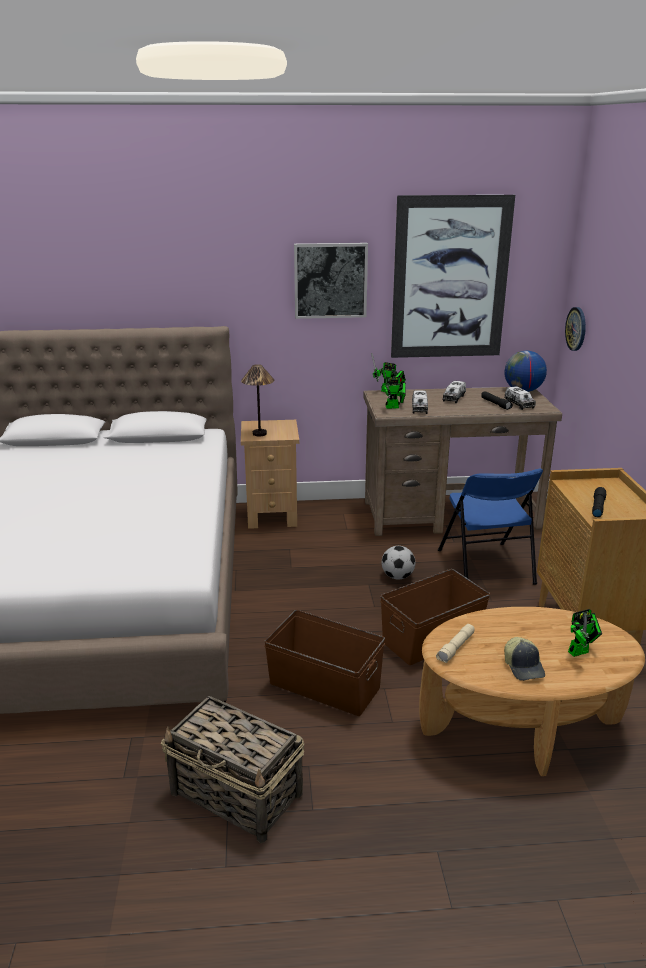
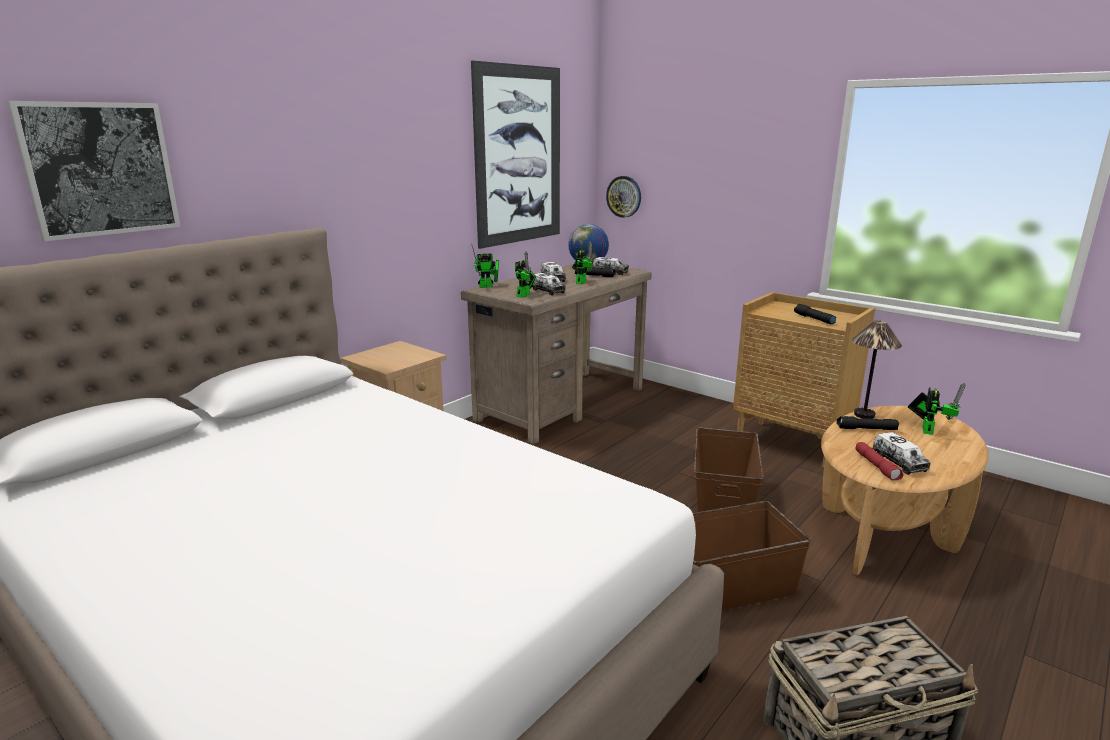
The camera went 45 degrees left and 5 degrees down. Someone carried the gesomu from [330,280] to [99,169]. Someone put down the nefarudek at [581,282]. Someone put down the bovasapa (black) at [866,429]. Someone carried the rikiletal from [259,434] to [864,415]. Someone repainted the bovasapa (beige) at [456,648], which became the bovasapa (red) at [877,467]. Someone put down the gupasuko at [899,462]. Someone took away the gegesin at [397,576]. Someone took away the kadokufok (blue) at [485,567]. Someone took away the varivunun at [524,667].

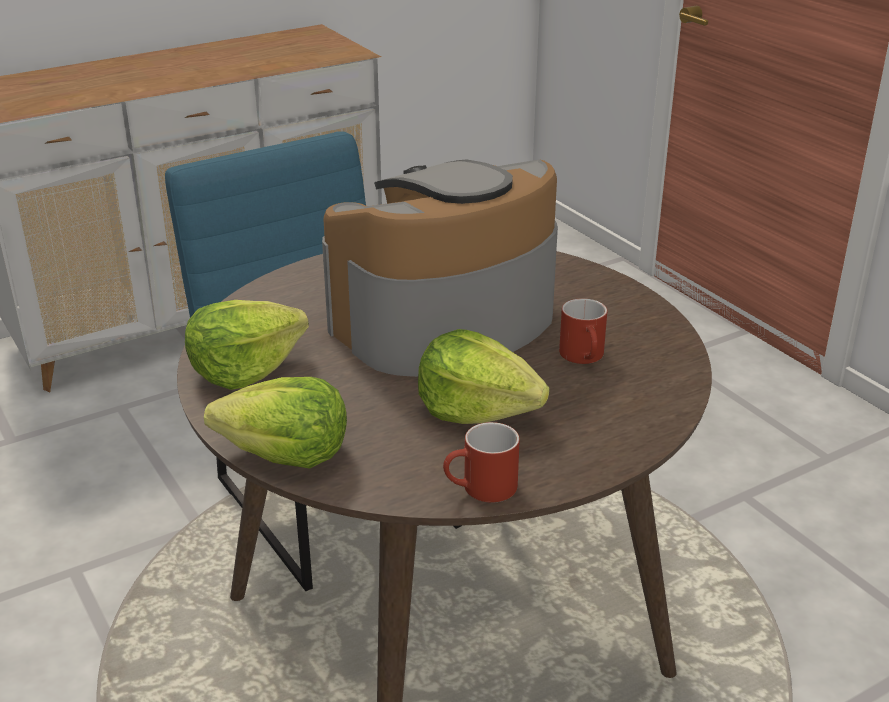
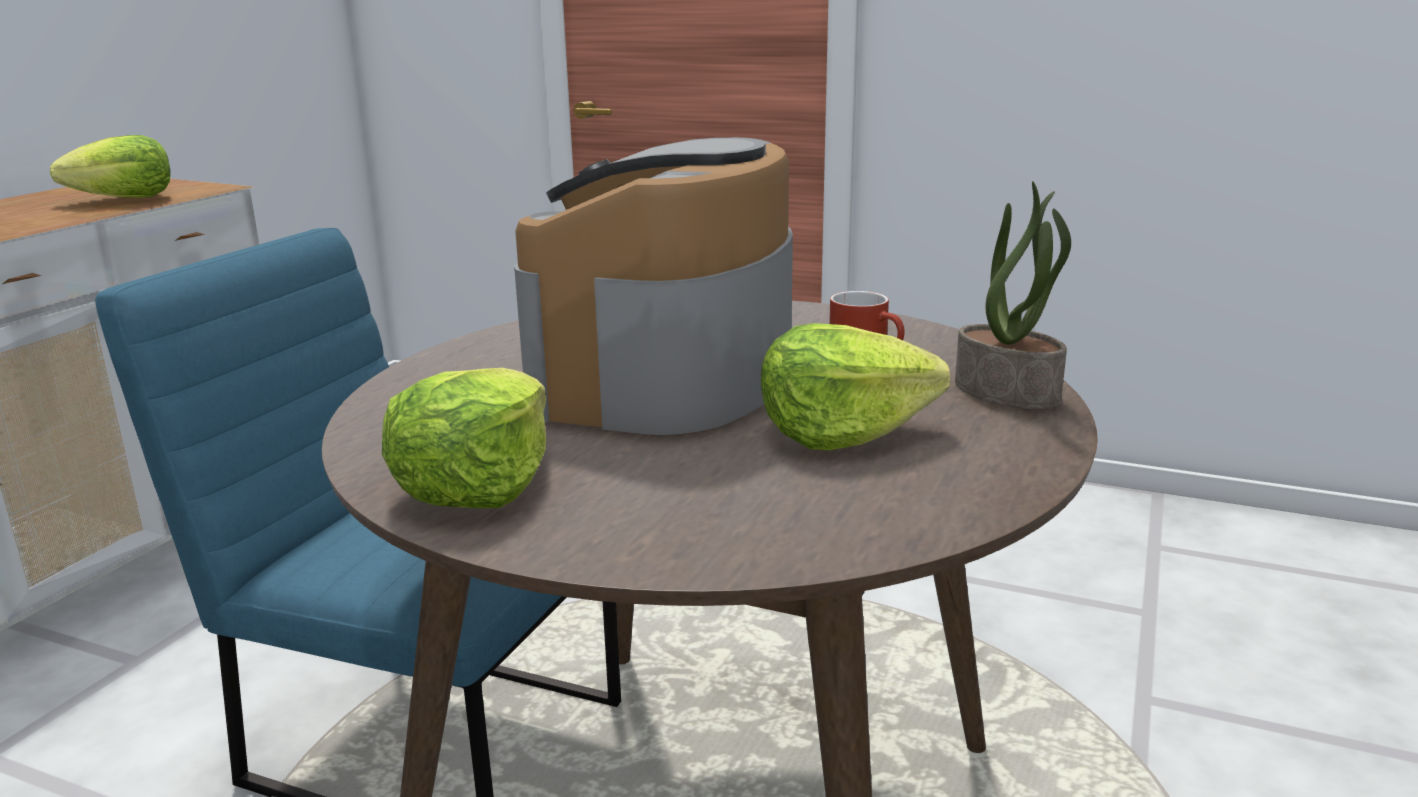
The camera went 35 degrees left and 10 degrees down. Someone carried the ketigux from [286,455] to [125,199]. Someone put down the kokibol at [1009,392]. Someone took away the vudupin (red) at [481,490].

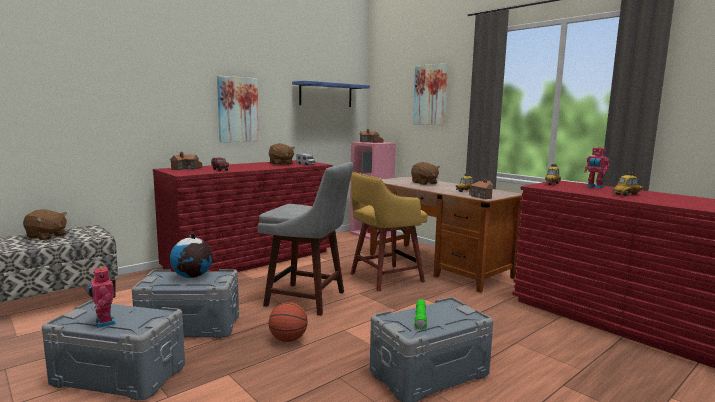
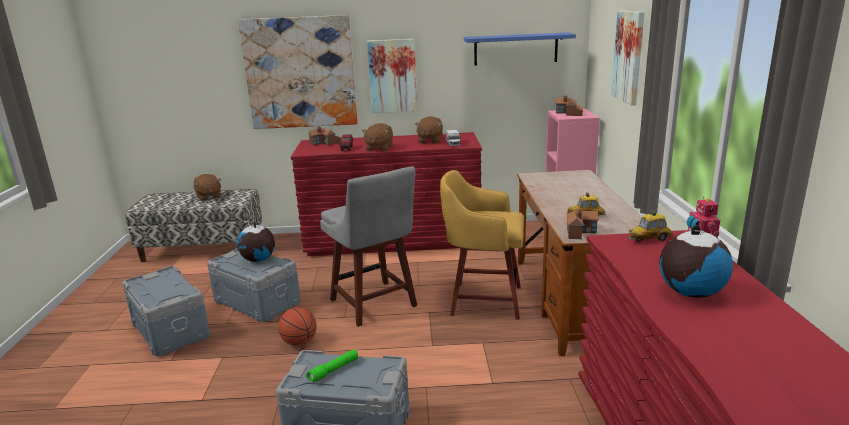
The camera went 40 degrees right and 10 degrees up. Someone put up the gesomu at [300,73]. Someone carried the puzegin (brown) from [424,183] to [379,148]. Someone swapped the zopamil at [627,195] for the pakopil at [690,293]. Someone took away the nefarudek at [103,323].

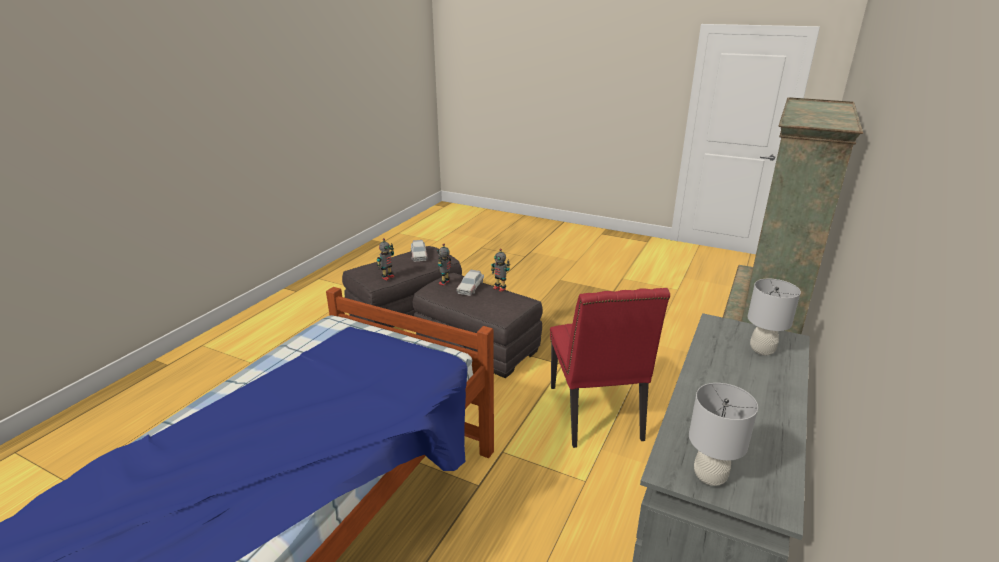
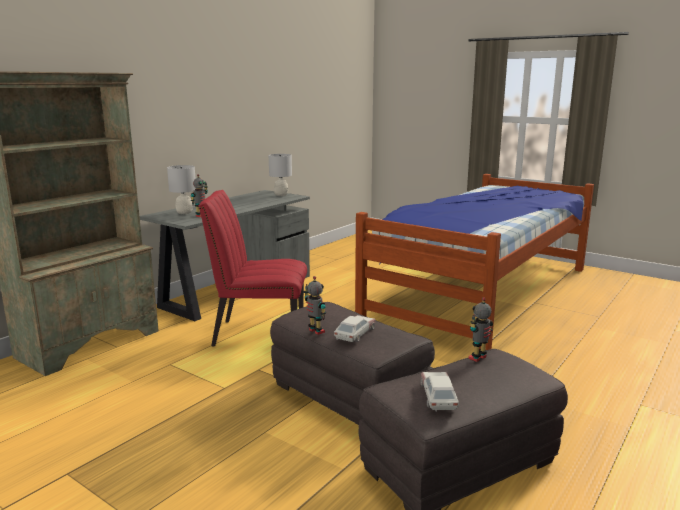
The camera went 170 degrees left and 10 degrees down. Someone carried the nefarudek from [445,283] to [201,215]. Someone rotated the kadokufok (red) at [594,412] by 90 degrees counterclockwise.

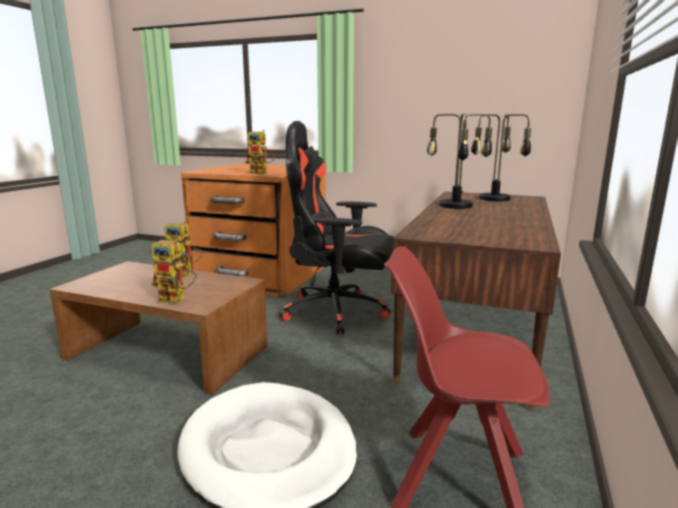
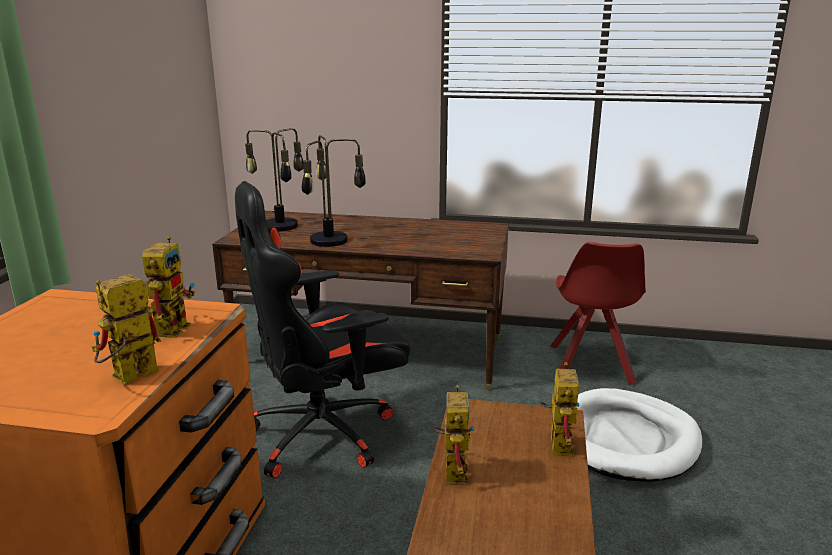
The camera went 100 degrees left and 5 degrees up. Someone put down the nefarudek at [128,379]. Someone rotated the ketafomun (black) at [342,313] by 60 degrees clockwise.

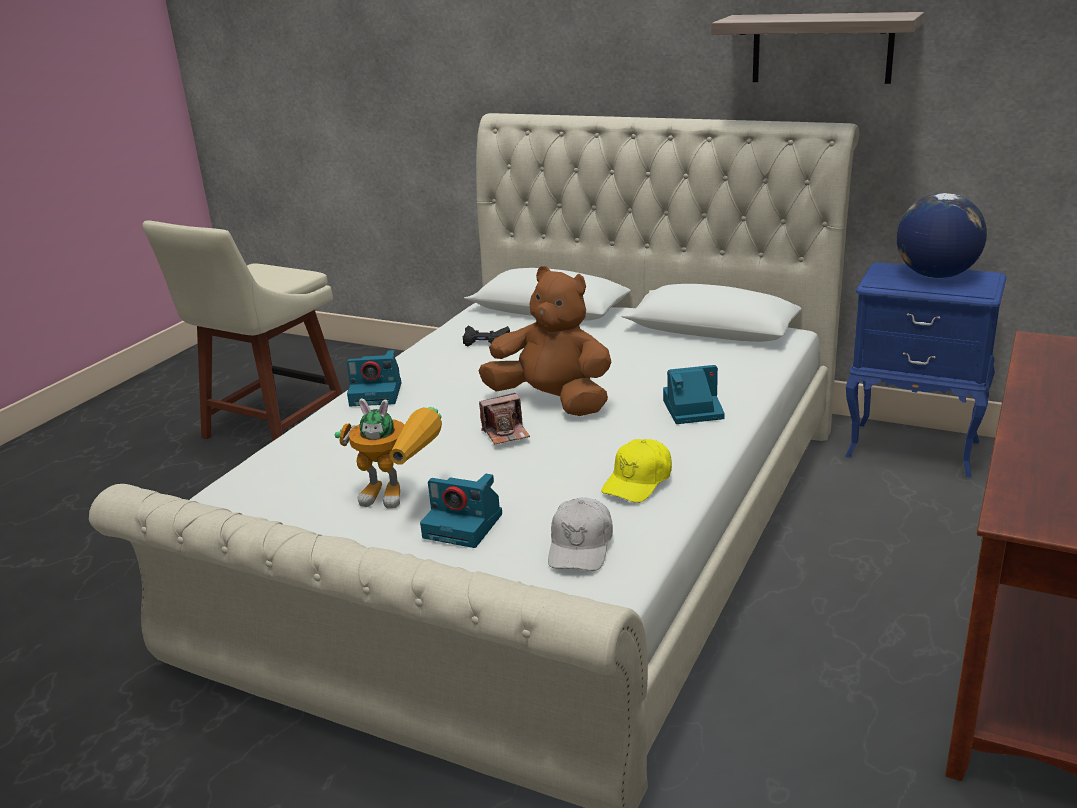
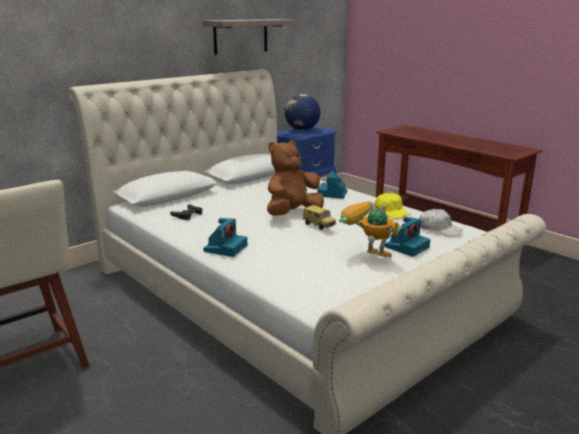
The camera went 70 degrees left and 5 degrees down. Someone swapped the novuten at [506,433] for the zopamil at [319,225]. Someone rotated the nefarudek at [402,496] by 90 degrees counterclockwise.

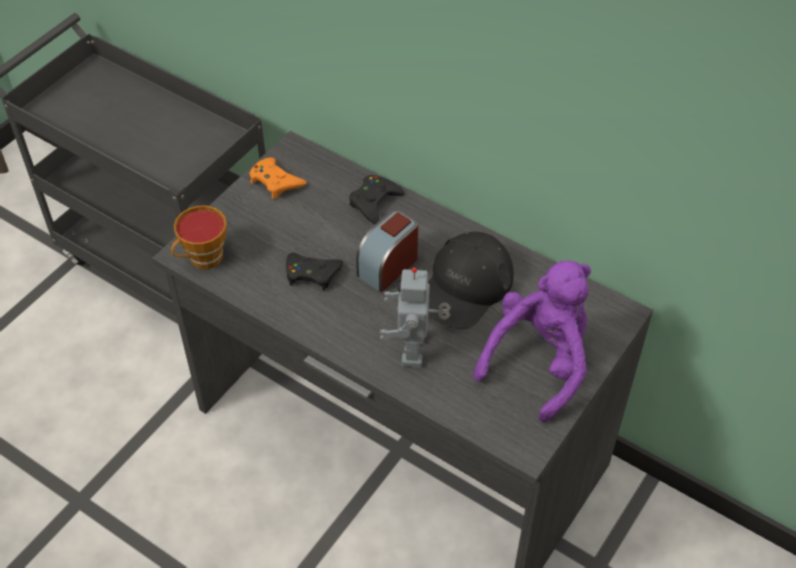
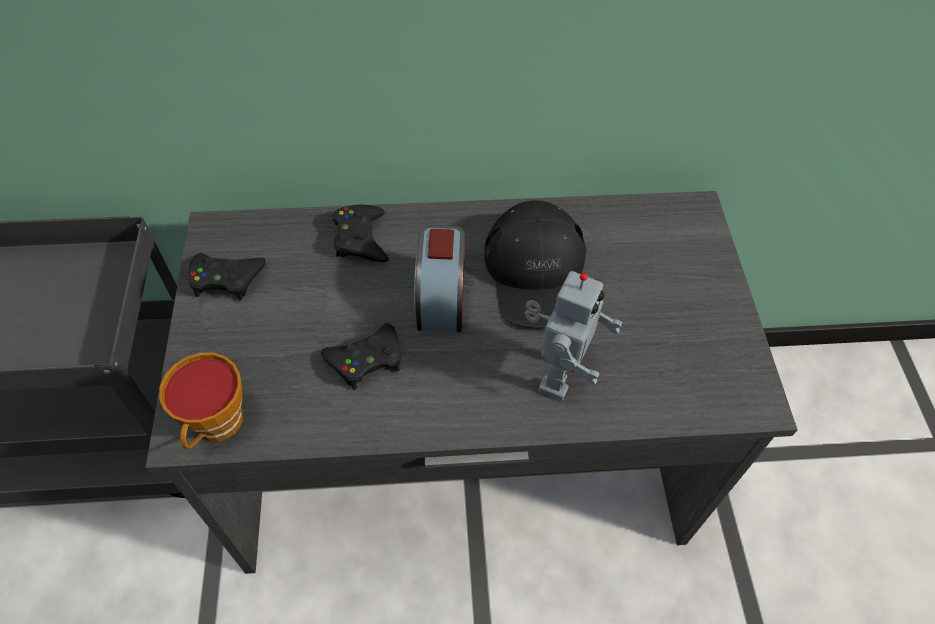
The camera went 40 degrees left and 5 degrees up. Someone repainted the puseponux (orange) at [275,182], which became the puseponux (black) at [226,278]. Someone rotated the nefarudek at [415,351] by 120 degrees counterclockwise. Someone took away the puzegin (purple) at [539,362].

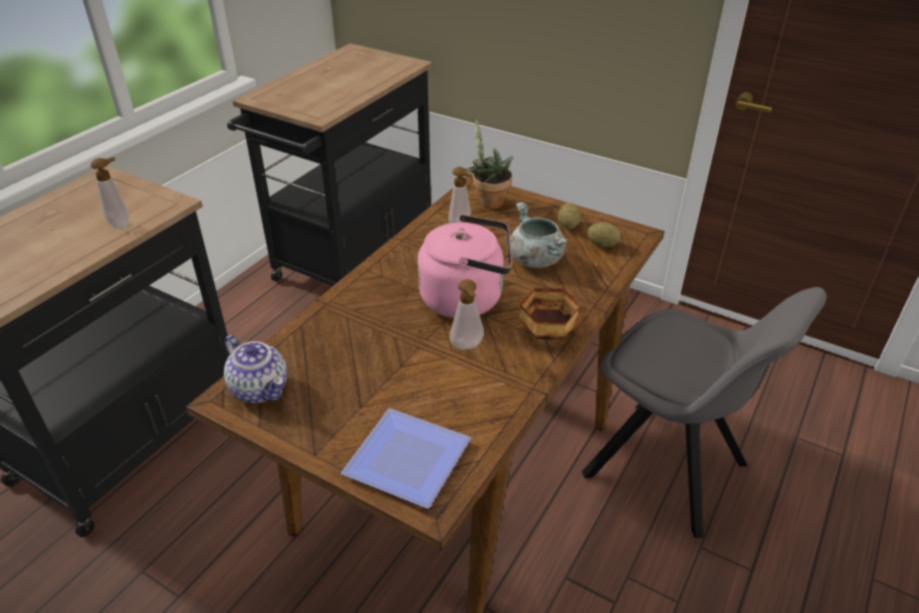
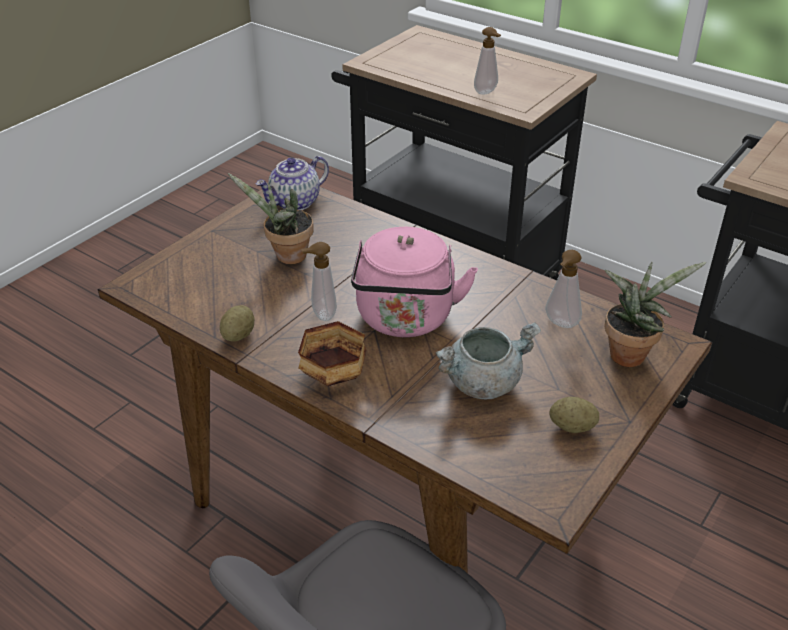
The camera went 95 degrees right and 0 degrees up. Someone carried the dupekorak from [602,244] to [238,335]. Someone put down the kokibol at [286,257]. Someone took away the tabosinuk at [403,461].

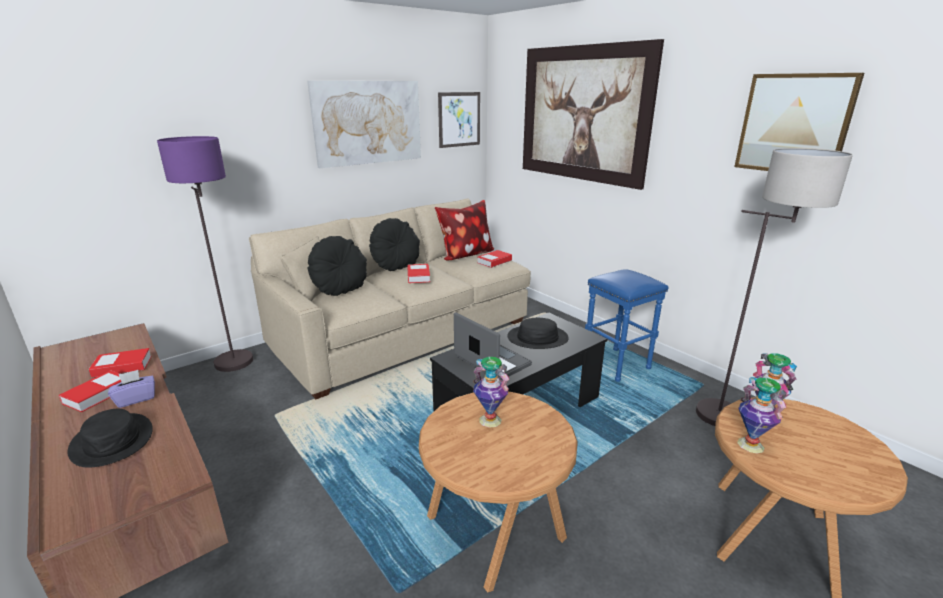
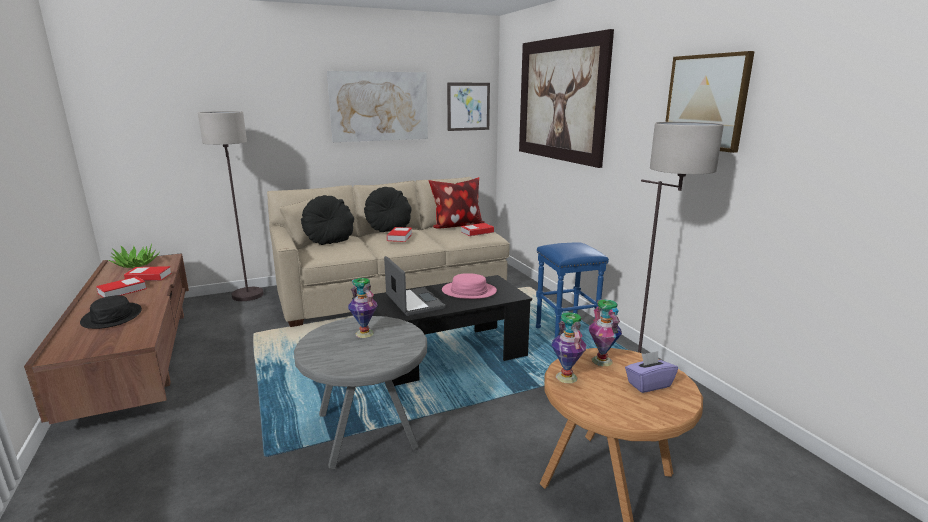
The camera went 15 degrees right and 5 degrees down. Someone put down the kokibol at [136,264]. Someone repainted the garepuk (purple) at [237,366], which became the garepuk (grey) at [248,298]. Someone repainted the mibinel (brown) at [494,526], which became the mibinel (grey) at [367,429]. Someone repainted the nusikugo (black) at [537,338], which became the nusikugo (pink) at [469,291]. Someone carried the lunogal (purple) from [136,399] to [648,384].

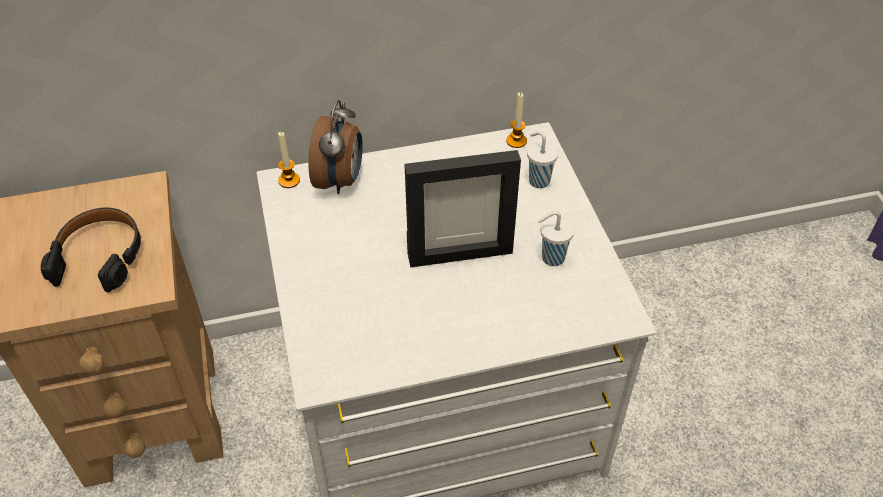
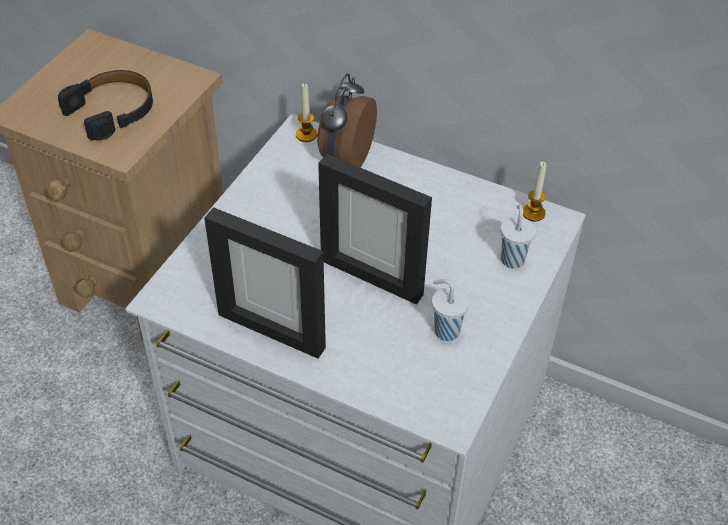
The camera went 40 degrees right and 0 degrees up. Someone put down the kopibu at [272,329]. Someone rotated the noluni at [340,180] by 150 degrees clockwise.

